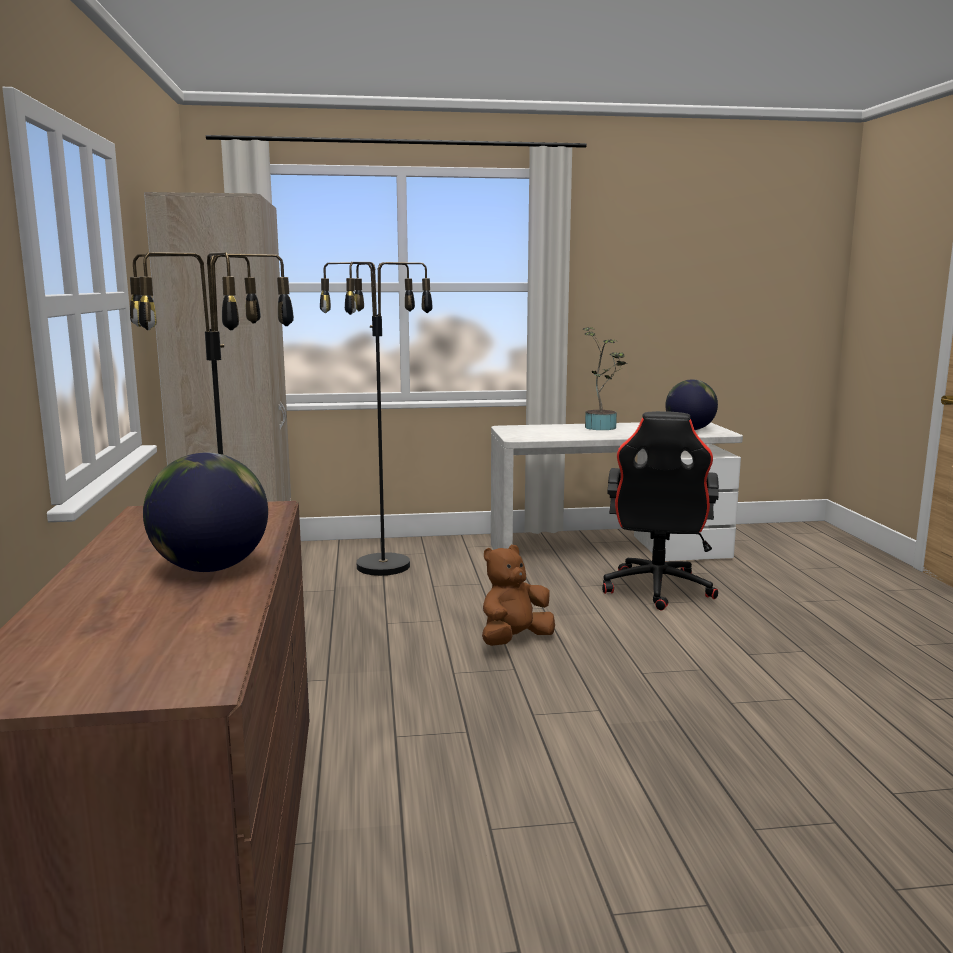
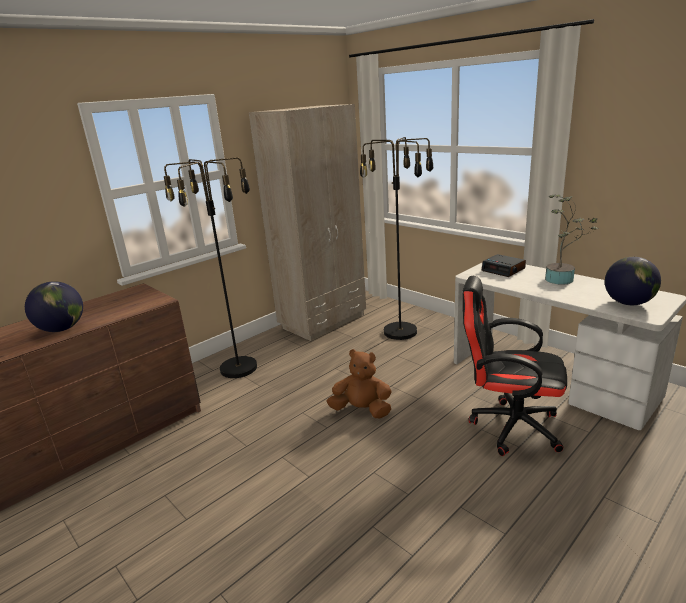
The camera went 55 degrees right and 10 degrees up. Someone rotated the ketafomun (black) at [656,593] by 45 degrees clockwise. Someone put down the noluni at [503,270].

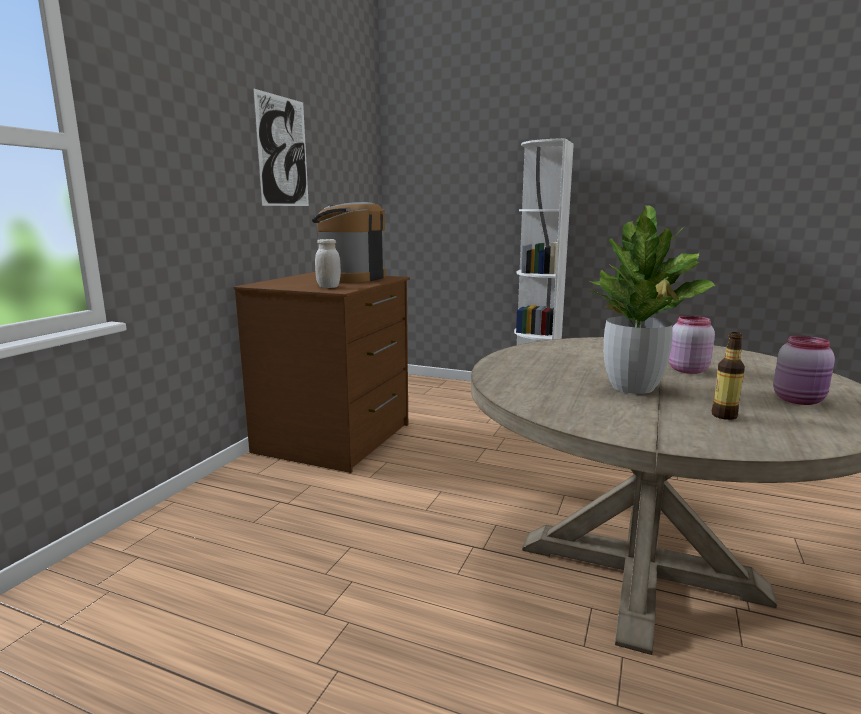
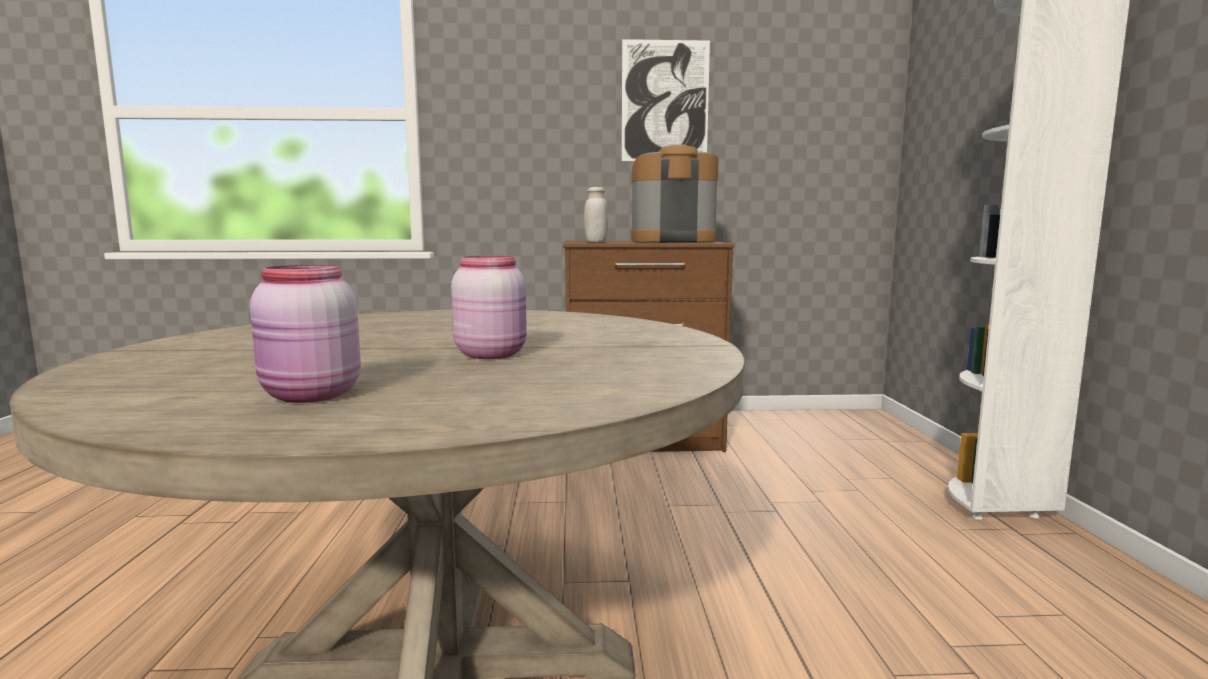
The camera went 65 degrees right and 5 degrees down. Someone took away the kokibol at [633,387]. Someone took away the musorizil at [724,415].

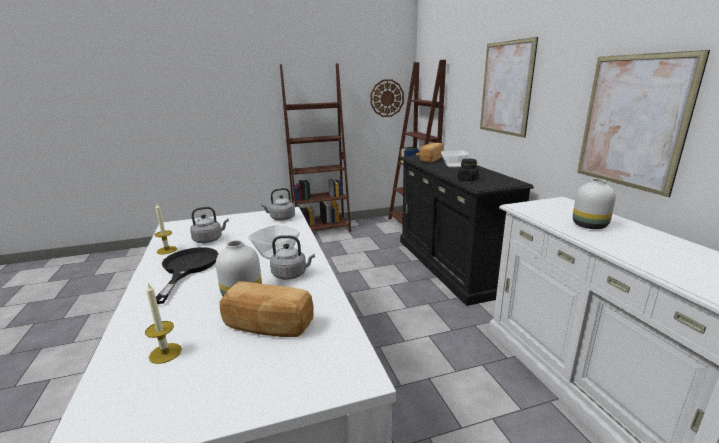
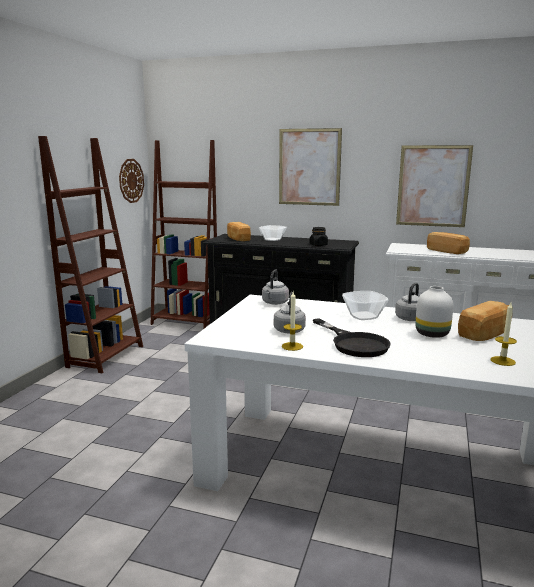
The camera went 55 degrees left and 5 degrees down. Someone rotated the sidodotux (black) at [187,268] by 150 degrees counterclockwise. Someone swapped the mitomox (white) at [589,226] for the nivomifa at [447,251].

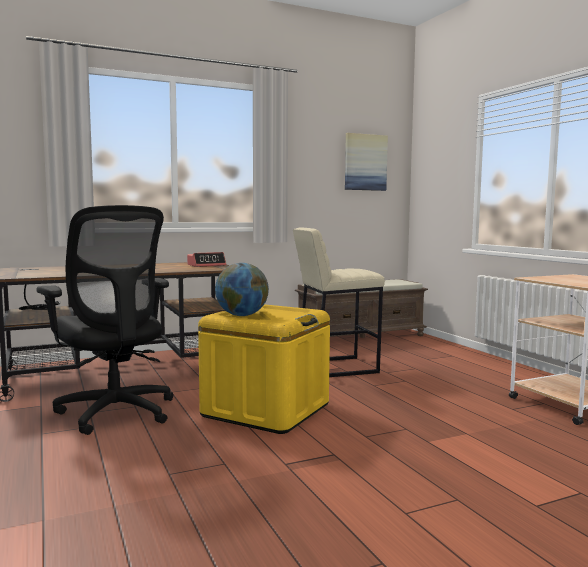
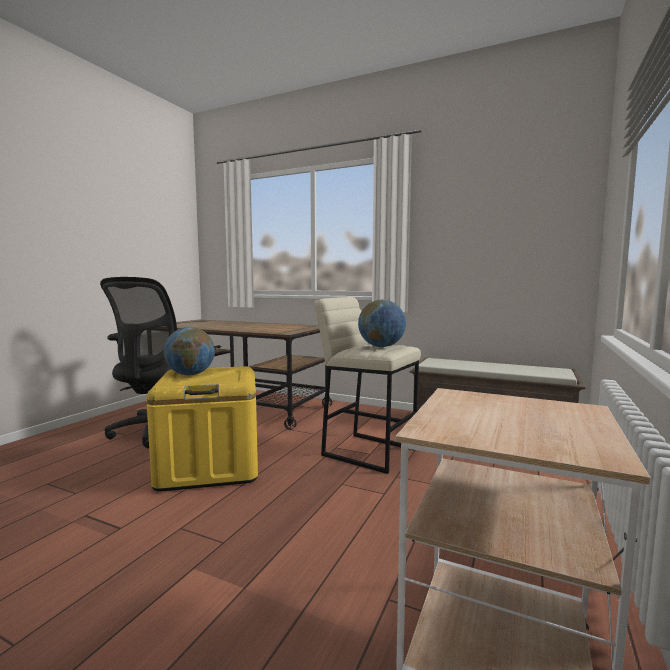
The camera went 50 degrees right and 0 degrees up. Someone put down the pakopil at [381,346]. Someone took away the noluni at [206,265]. Someone took away the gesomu at [365,162].

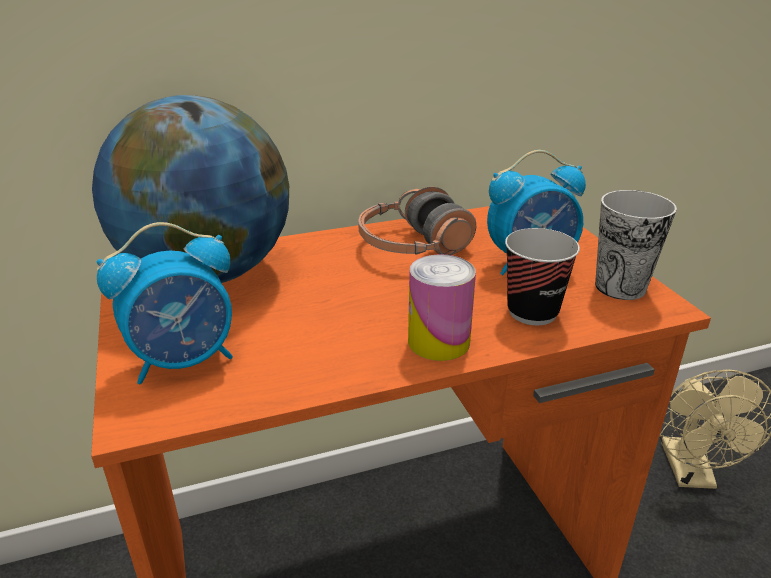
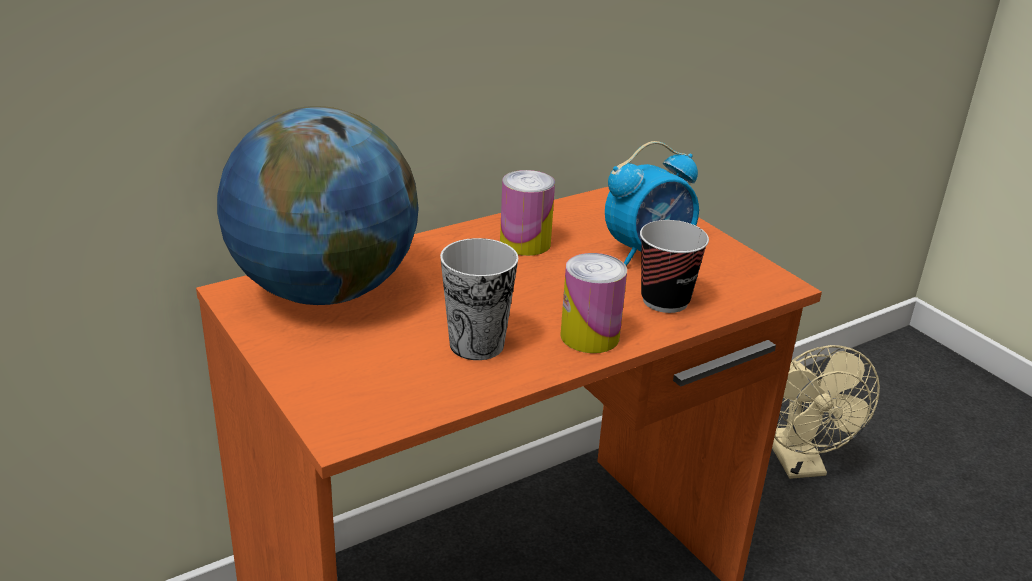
The camera went 15 degrees left and 0 degrees up. Someone carried the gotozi from [620,287] to [476,344]. Someone swapped the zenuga at [413,246] for the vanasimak at [525,243]. Someone took away the noluni at [185,360].

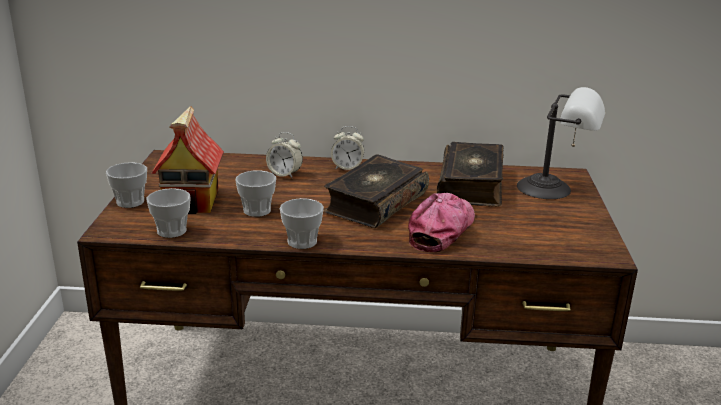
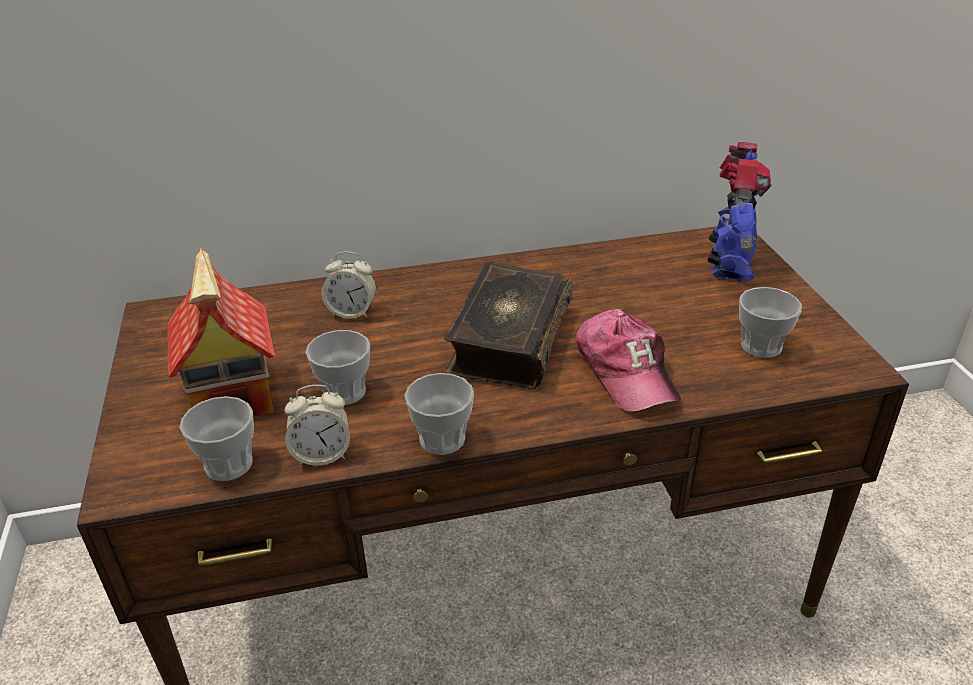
The camera went 15 degrees left and 10 degrees up. Someone carried the noluni from [347,167] to [322,454]. Someone rotated the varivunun at [441,230] by 150 degrees clockwise. Someone swapped the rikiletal at [555,189] for the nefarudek at [729,265]. Someone carried the gotozi from [130,202] to [761,346]. Someone took away the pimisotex at [472,185].

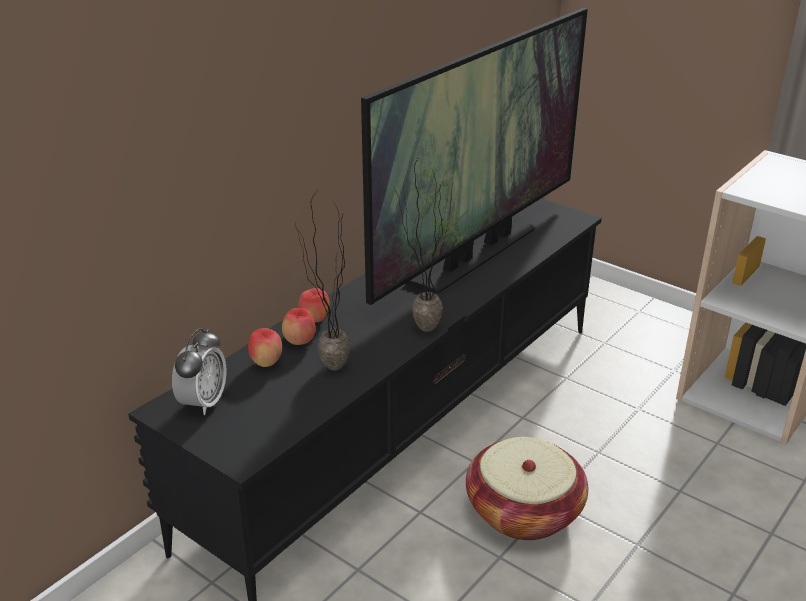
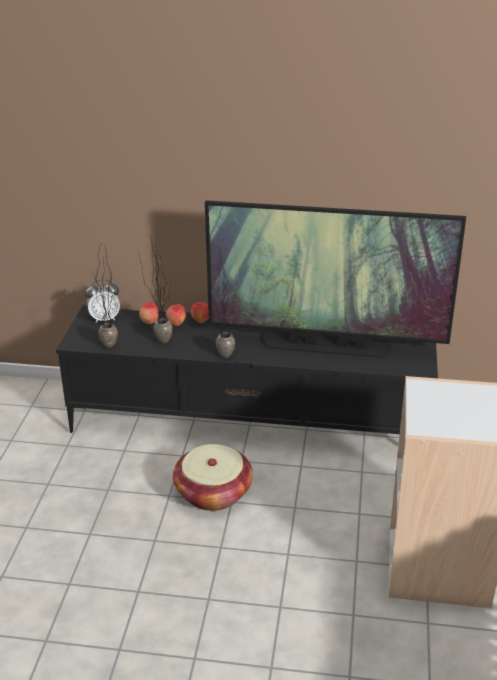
The camera went 60 degrees right and 0 degrees up. Someone put down the kokibol at [109,349].

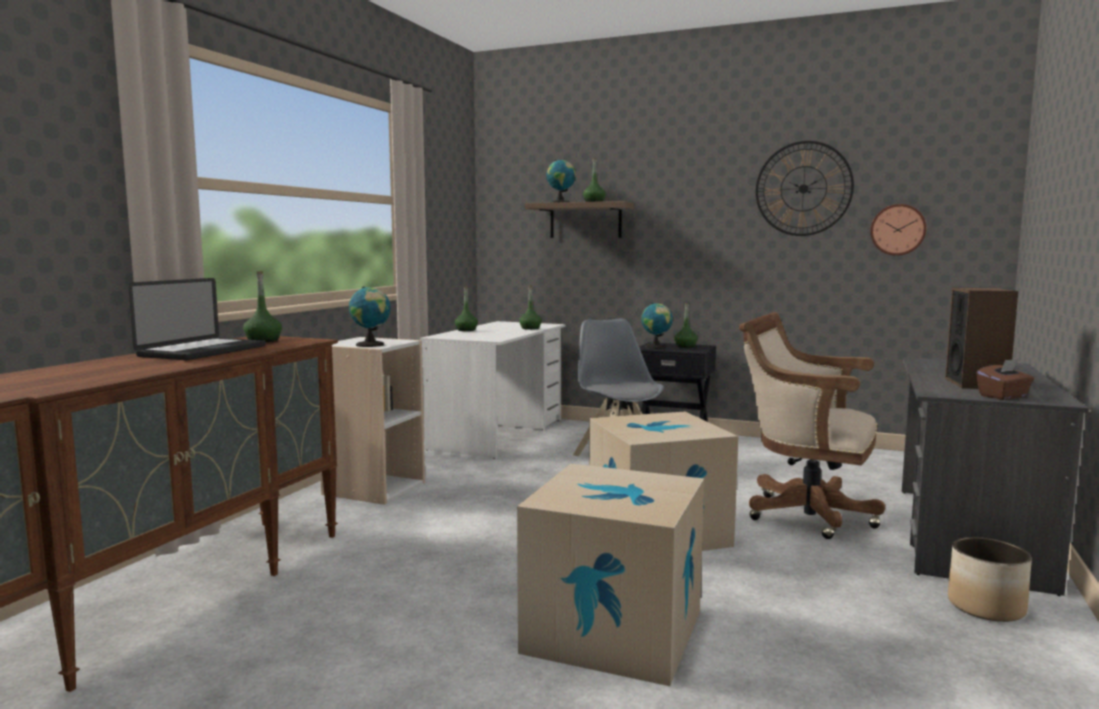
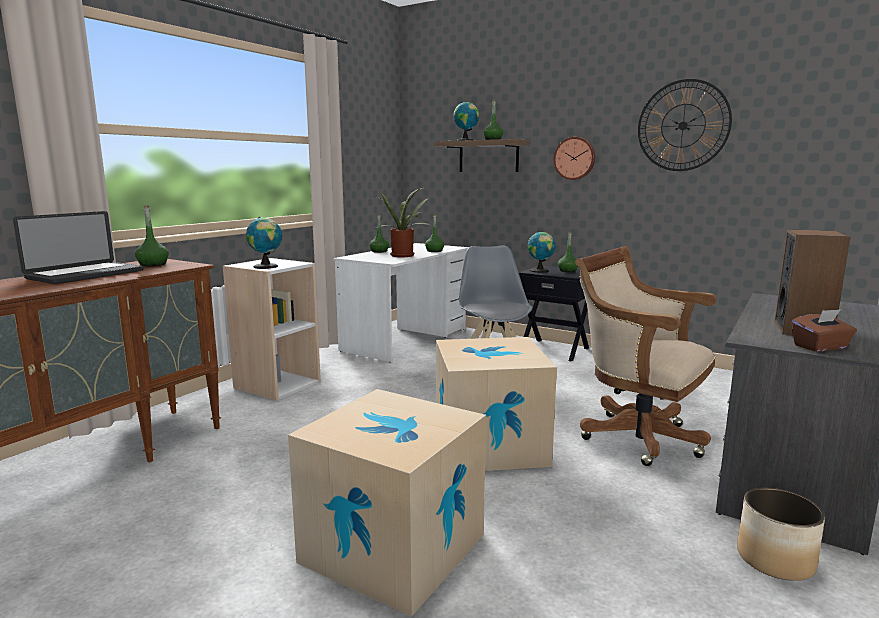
The camera went 10 degrees right and 5 degrees up. Someone put down the kokibol at [403,255]. Someone carried the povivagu from [897,230] to [575,158].

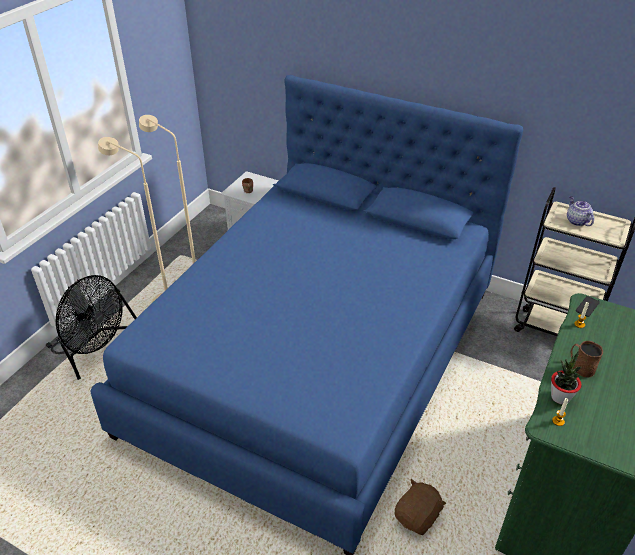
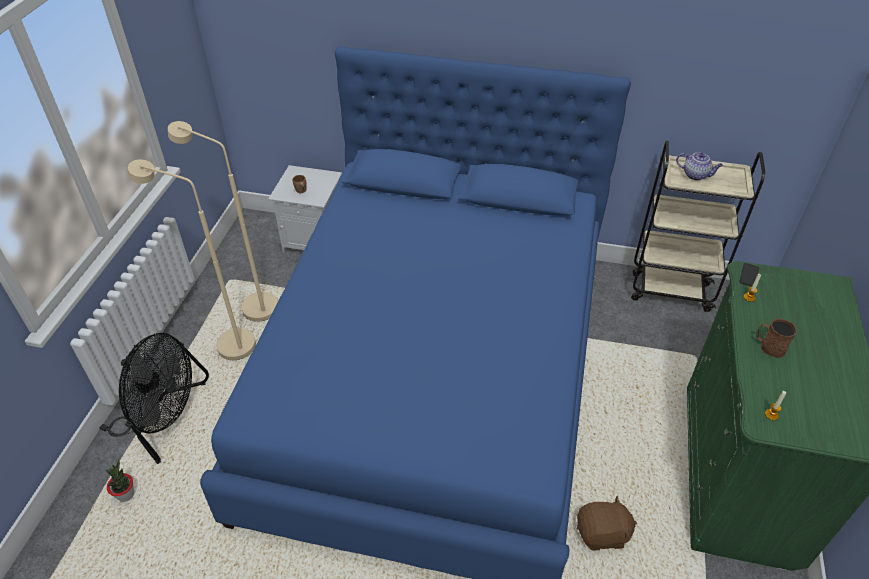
The camera went 15 degrees left and 5 degrees up. Someone carried the kokibol from [560,397] to [126,495]. Someone rotated the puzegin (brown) at [417,517] by 60 degrees clockwise. Someone rotated the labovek at [576,221] by 150 degrees clockwise.

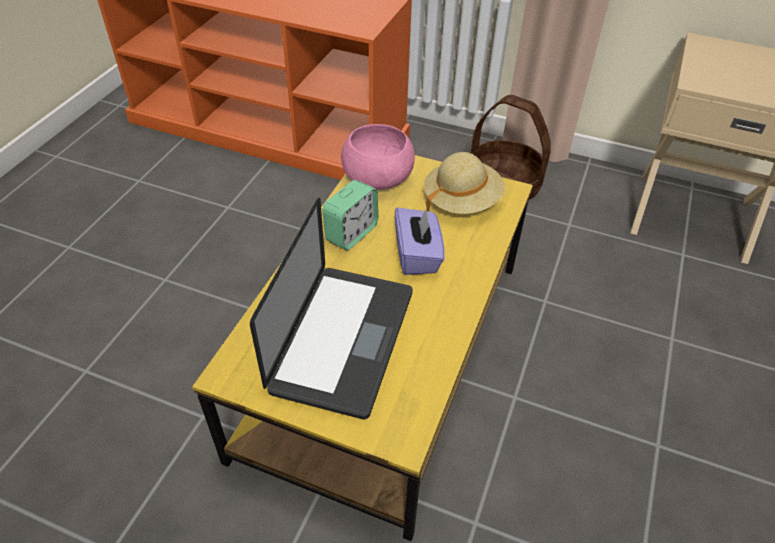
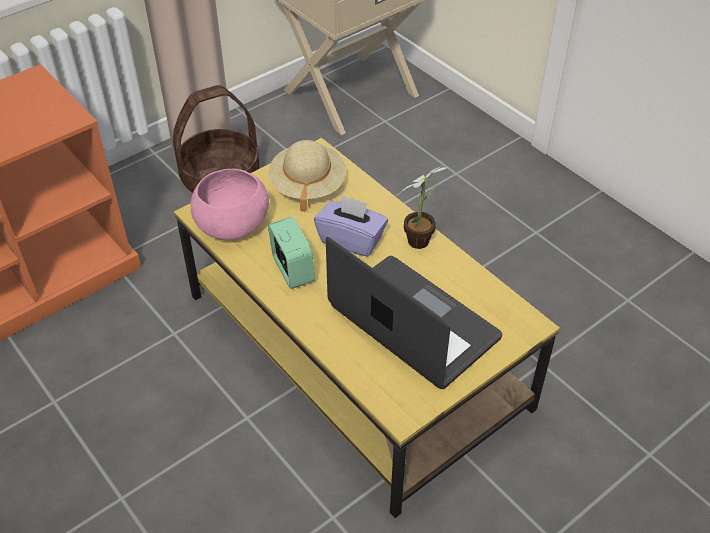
The camera went 60 degrees left and 0 degrees up. Someone put down the kokibol at [421,240].

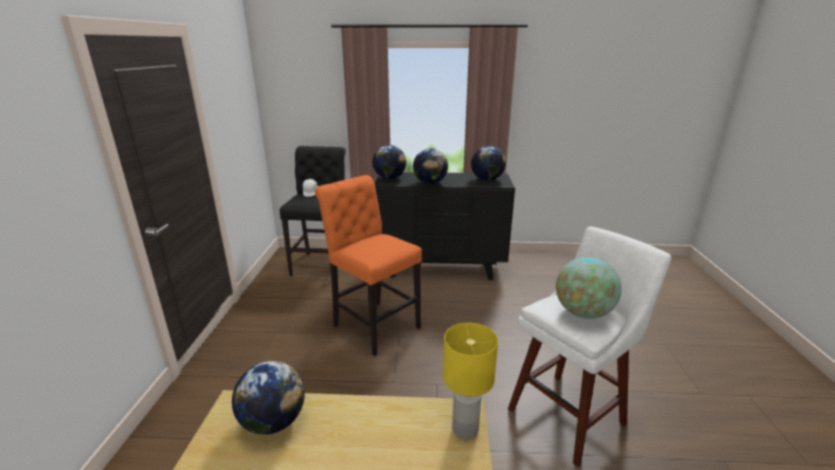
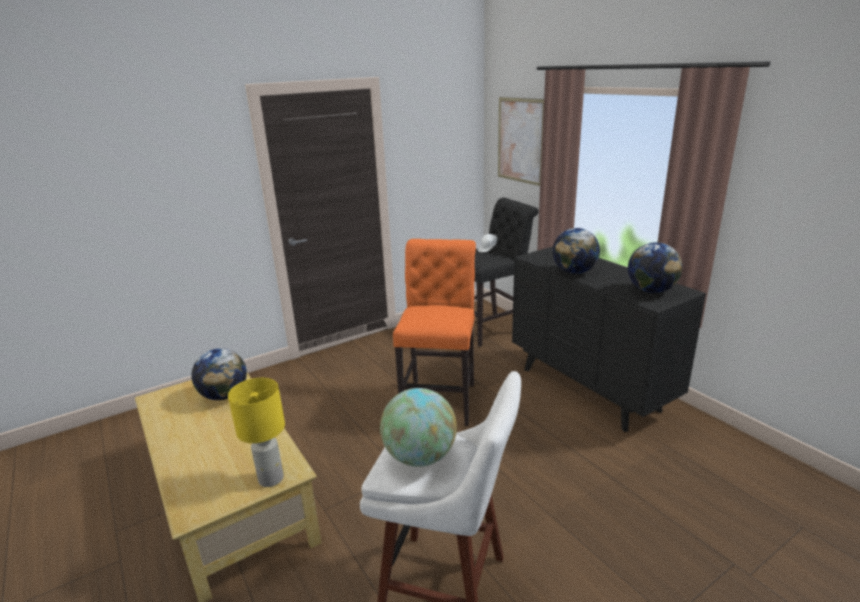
The camera went 55 degrees right and 0 degrees up. Someone put up the gesomu at [521,140]. Someone took away the pakopil at [389,178].

